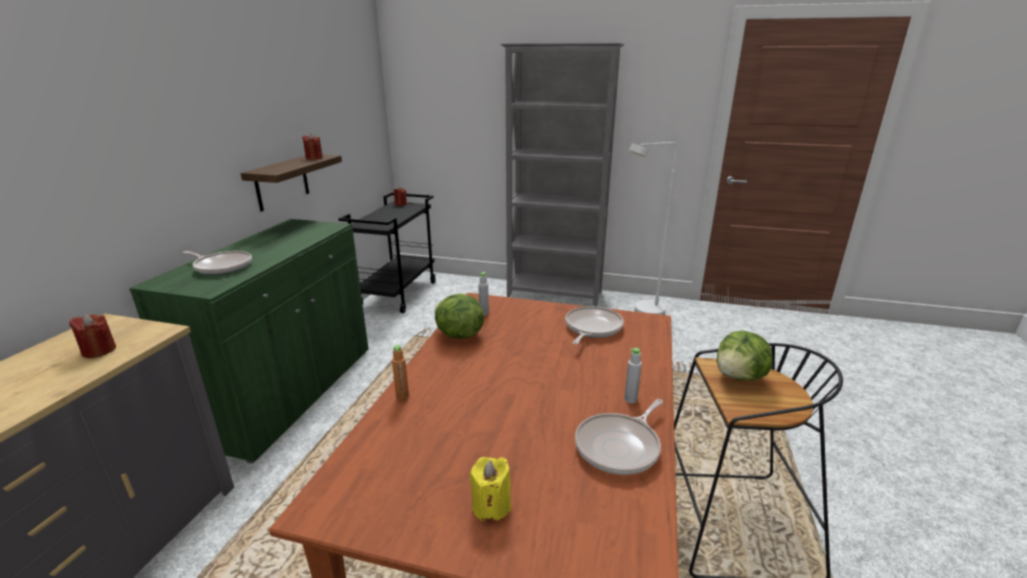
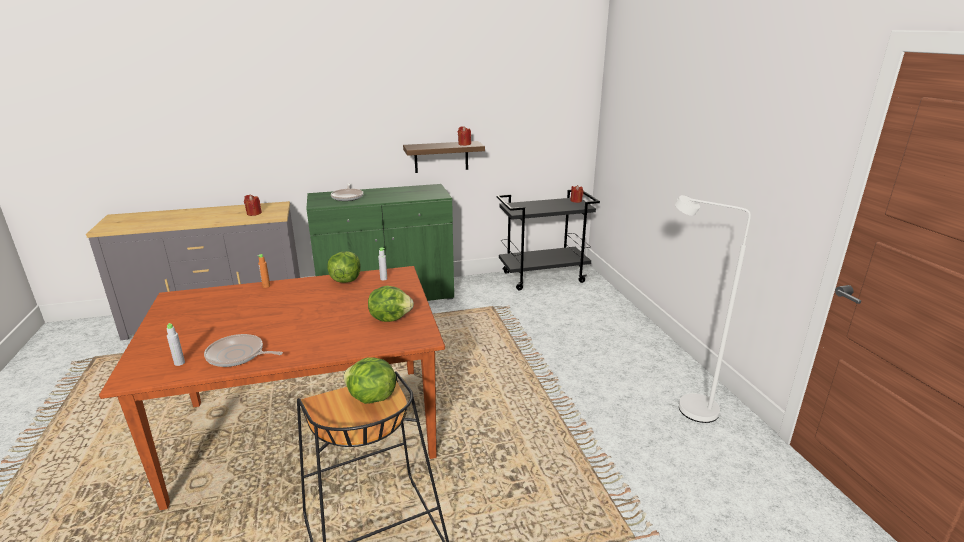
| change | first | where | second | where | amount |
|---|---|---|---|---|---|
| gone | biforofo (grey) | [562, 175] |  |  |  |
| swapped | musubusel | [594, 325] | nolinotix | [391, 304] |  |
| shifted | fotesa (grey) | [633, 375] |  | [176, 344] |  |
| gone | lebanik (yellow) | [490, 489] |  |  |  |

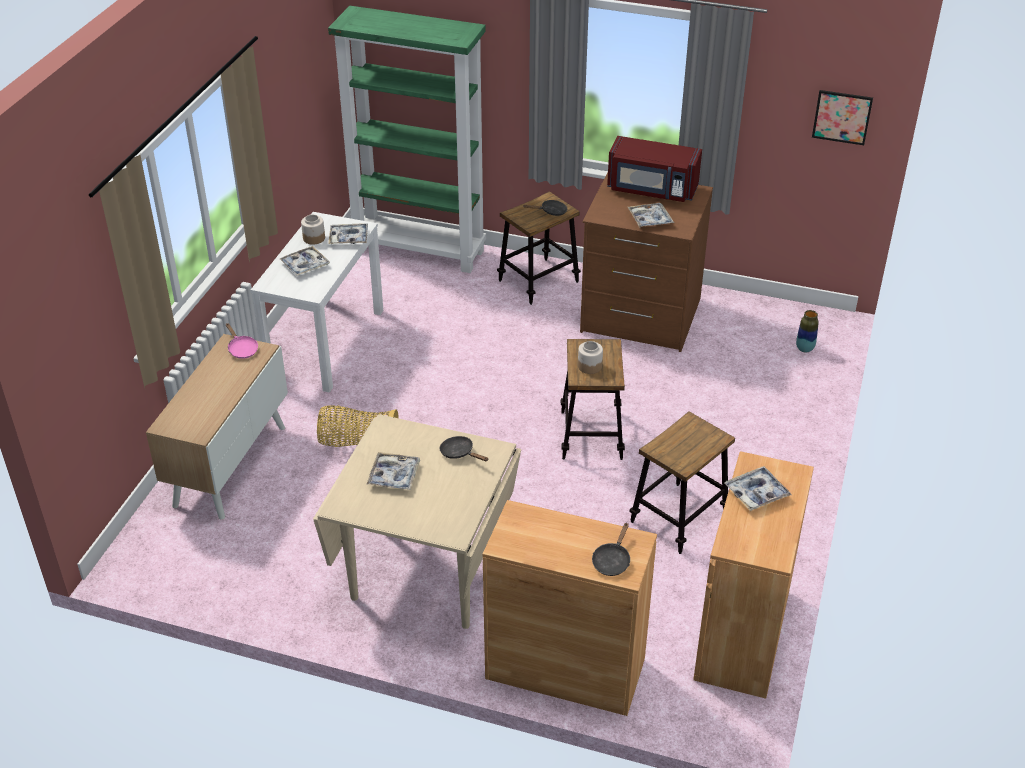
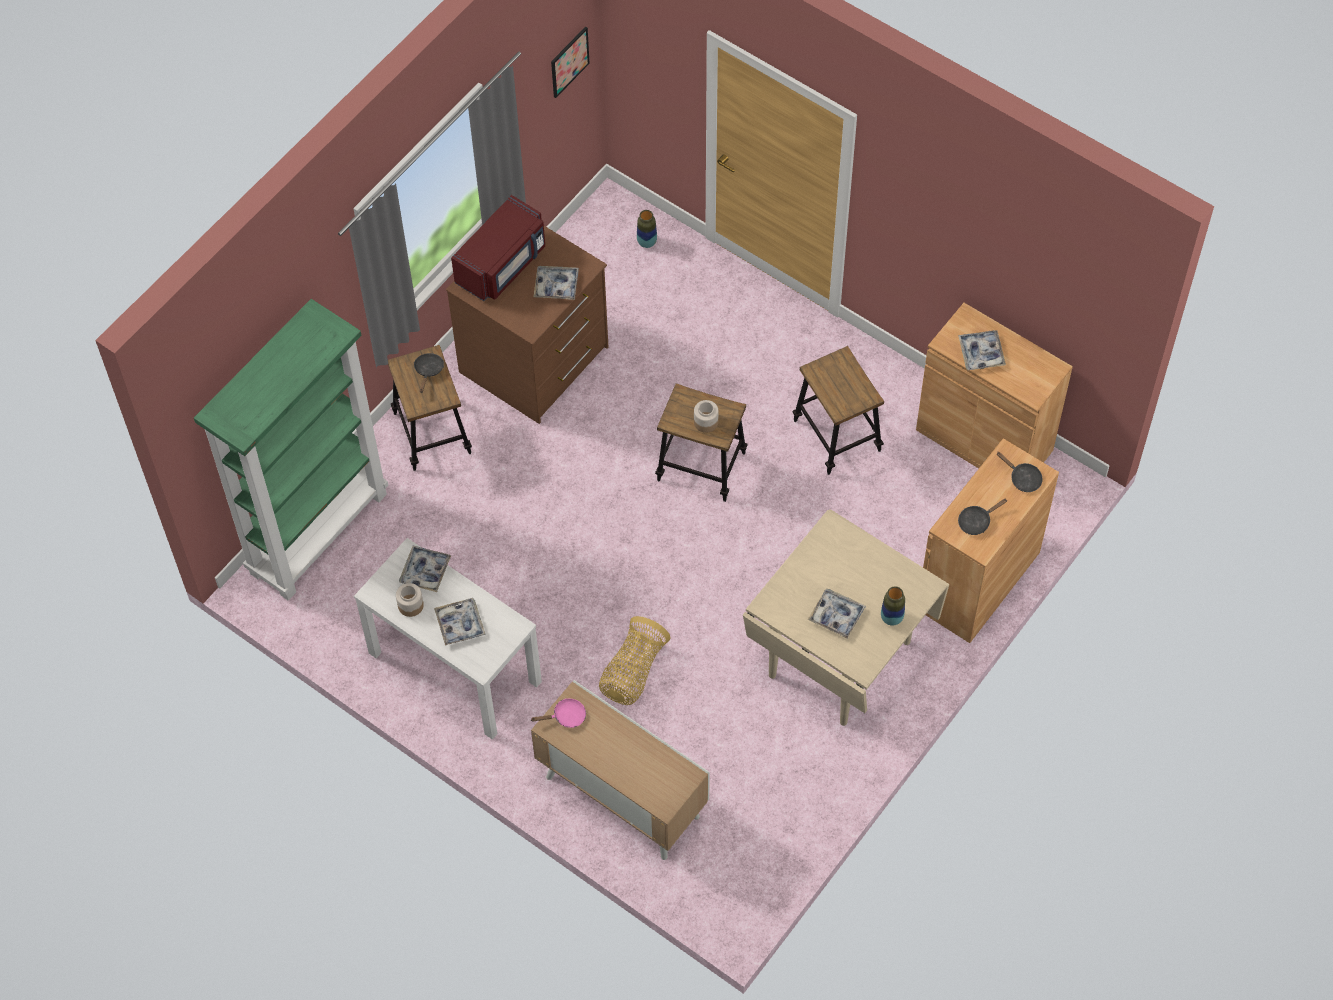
| change | first | where | second | where | amount |
|---|---|---|---|---|---|
| shifted | musubusel (black) | [464, 448] |  | [983, 517] |  |
| new |  |  | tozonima | [893, 606] |  |

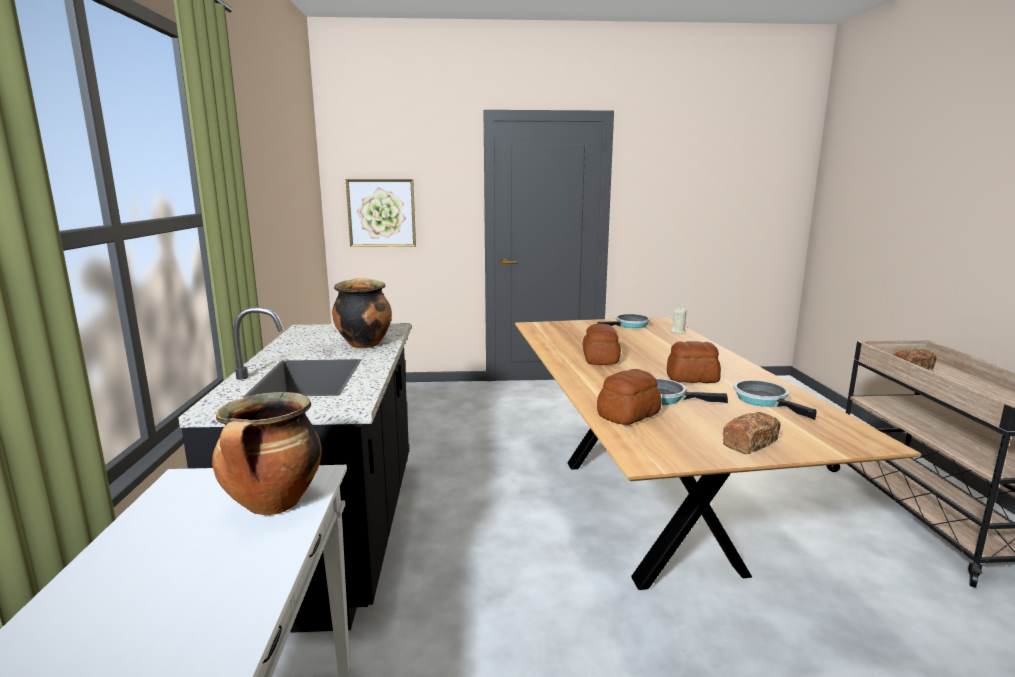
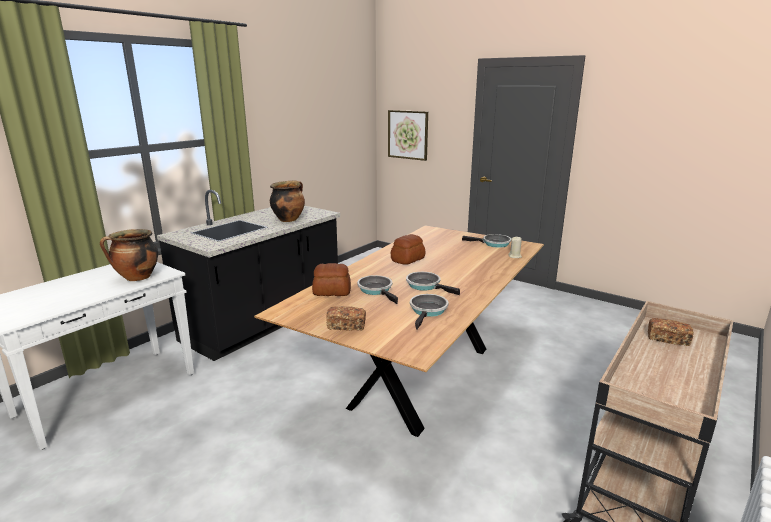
| change | first | where | second | where | amount |
|---|---|---|---|---|---|
| swapped | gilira | [694, 362] | musubusel | [433, 283] |  |

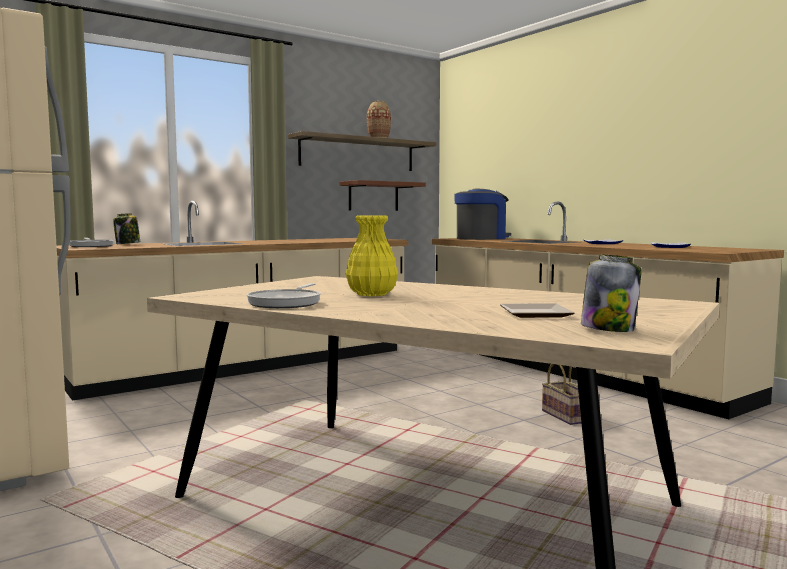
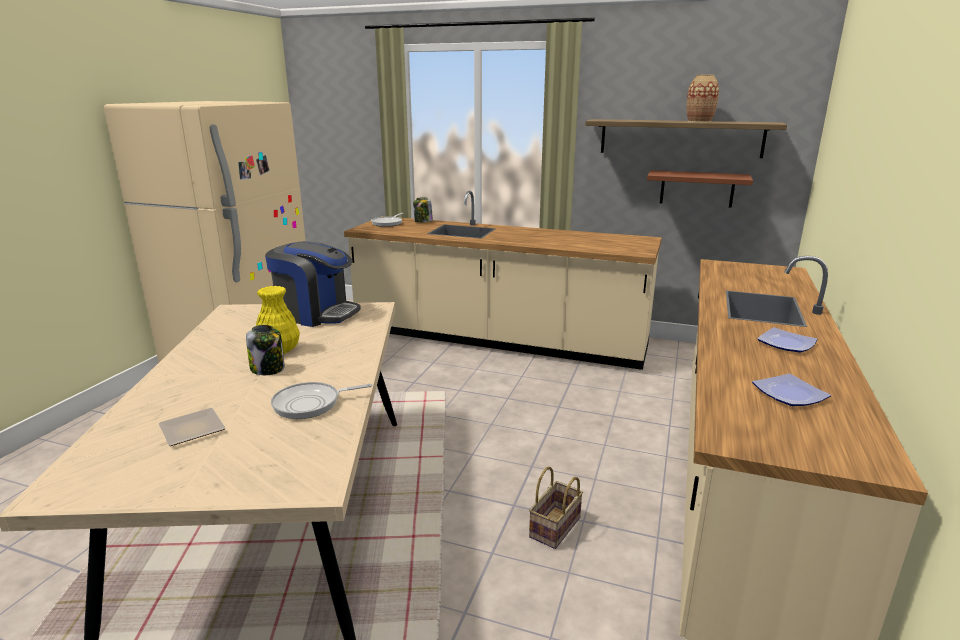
| change | first | where | second | where | amount |
|---|---|---|---|---|---|
| shifted | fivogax | [482, 214] |  | [313, 284] |  |
| shifted | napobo | [611, 293] |  | [265, 350] |  |
| shifted | musubusel | [284, 295] |  | [321, 400] |  |

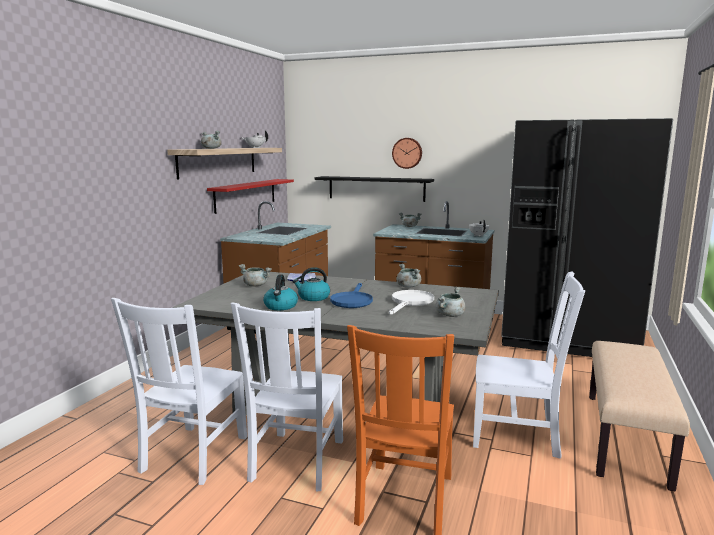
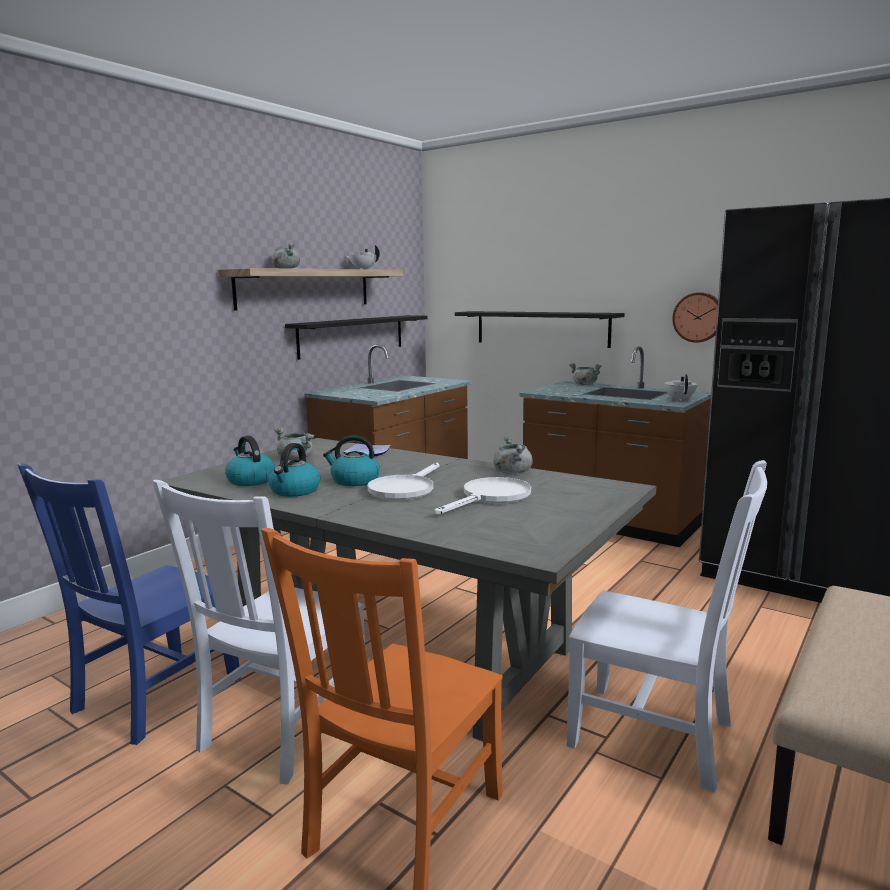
| change | first | where | second | where | amount |
|---|---|---|---|---|---|
| shifted | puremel | [407, 153] |  | [695, 317] |  |
| repainted | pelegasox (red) | [250, 196] | pelegasox (black) | [356, 337] |  |
| repainted | musubusel (blue) | [351, 295] | musubusel (white) | [403, 481] |  |
| gone | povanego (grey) | [450, 302] |  |  |  |
| repainted | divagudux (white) | [179, 391] | divagudux (blue) | [129, 604] |  |
| new |  |  | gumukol | [250, 460] |  |

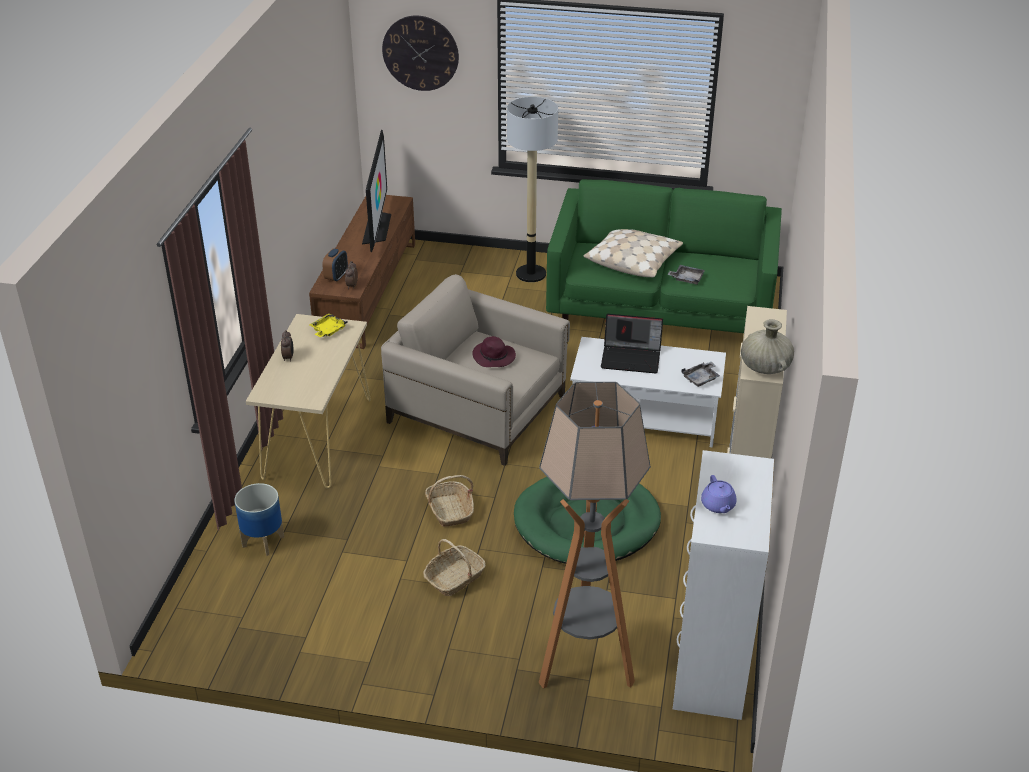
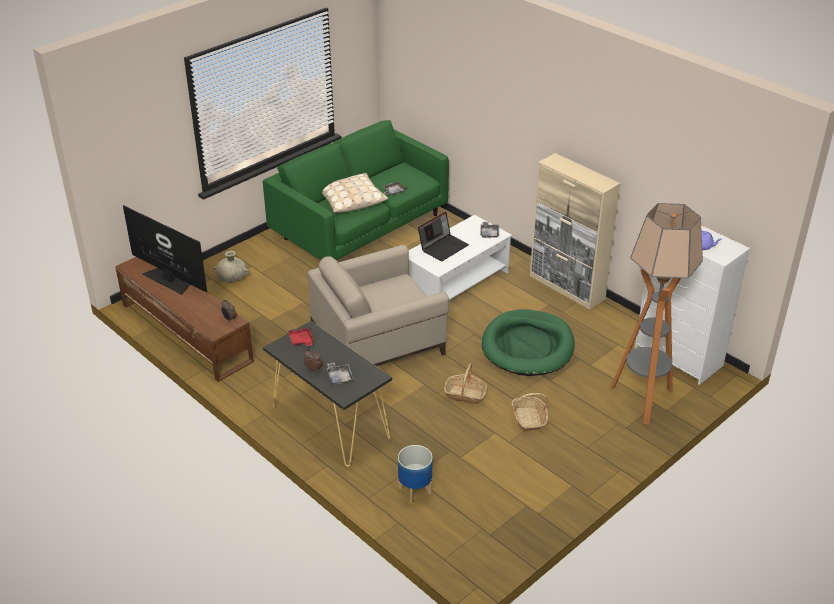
| change | first | where | second | where | amount |
|---|---|---|---|---|---|
| gone | puremel | [420, 53] |  |  |  |
| gone | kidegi | [532, 189] |  |  |  |
| gone | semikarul | [335, 265] |  |  |  |
| repainted | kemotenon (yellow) | [329, 325] | kemotenon (red) | [301, 336] |  |
| repainted | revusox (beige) | [308, 401] | revusox (black) | [327, 394] |  |
| shifted | tozonima (beige) | [767, 346] |  | [231, 267] |  |
| gone | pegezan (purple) | [494, 351] |  |  |  |
| new |  |  | kemotenon (grey) | [340, 374] |  |

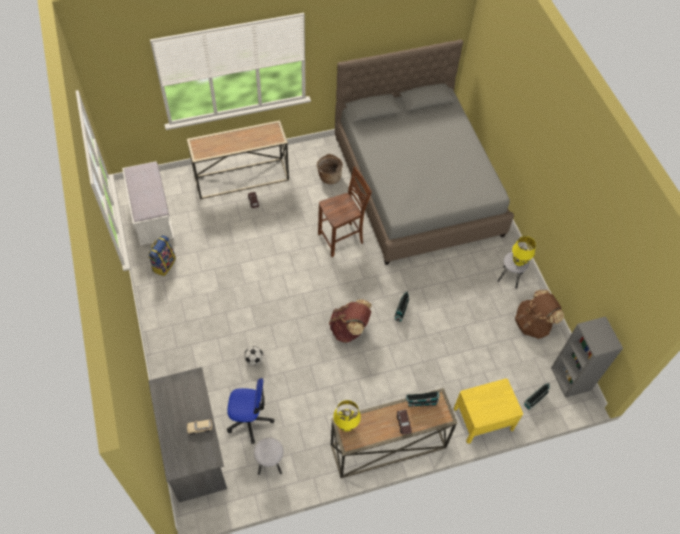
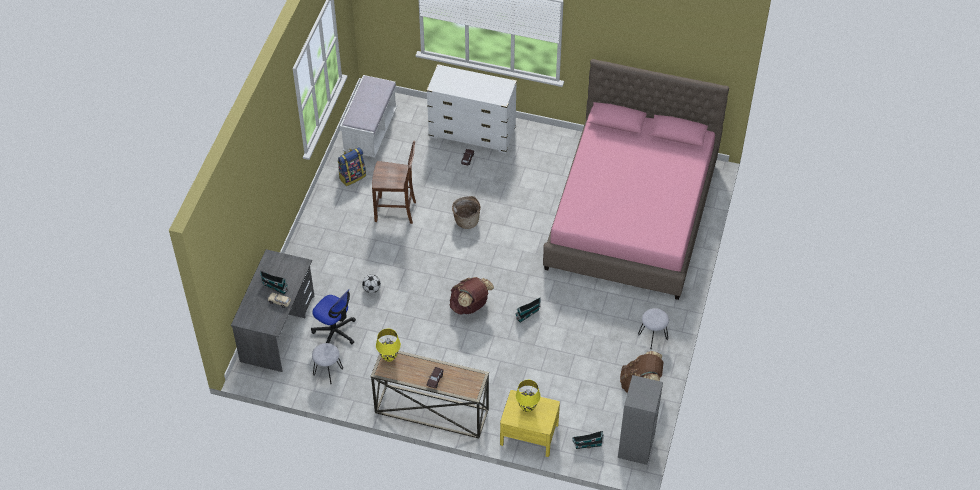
| change | first | where | second | where | amount |
|---|---|---|---|---|---|
| repainted | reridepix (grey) | [424, 152] | reridepix (pink) | [636, 179] |  |
| swapped | revusox | [238, 159] | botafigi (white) | [471, 109] |  |
| shifted | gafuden | [330, 169] |  | [466, 212] |  |
| shifted | divagudux (brown) | [345, 212] |  | [394, 182] |  |
| shifted | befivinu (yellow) | [524, 251] |  | [528, 396] |  |
| shifted | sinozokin | [422, 399] |  | [274, 282] |  |

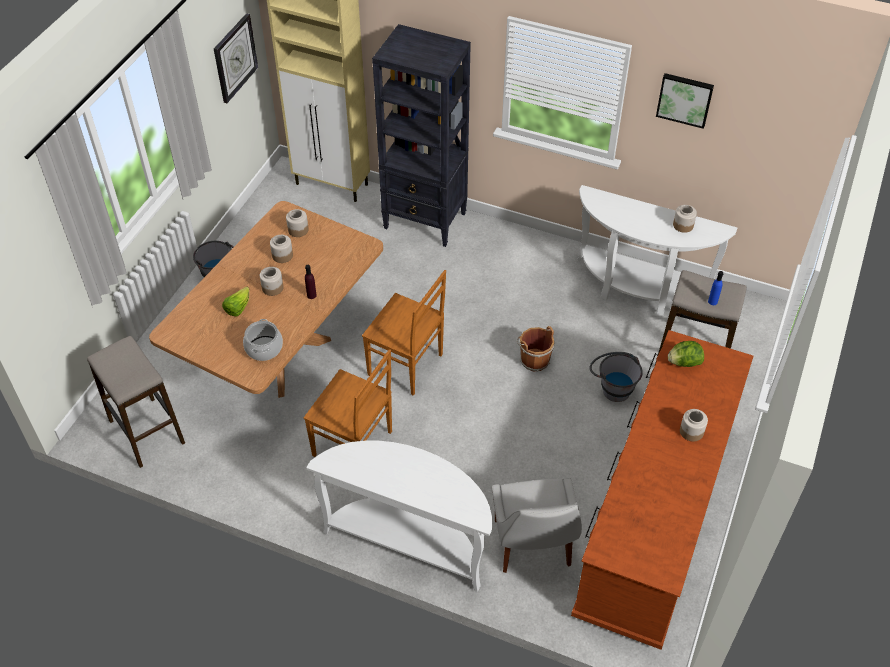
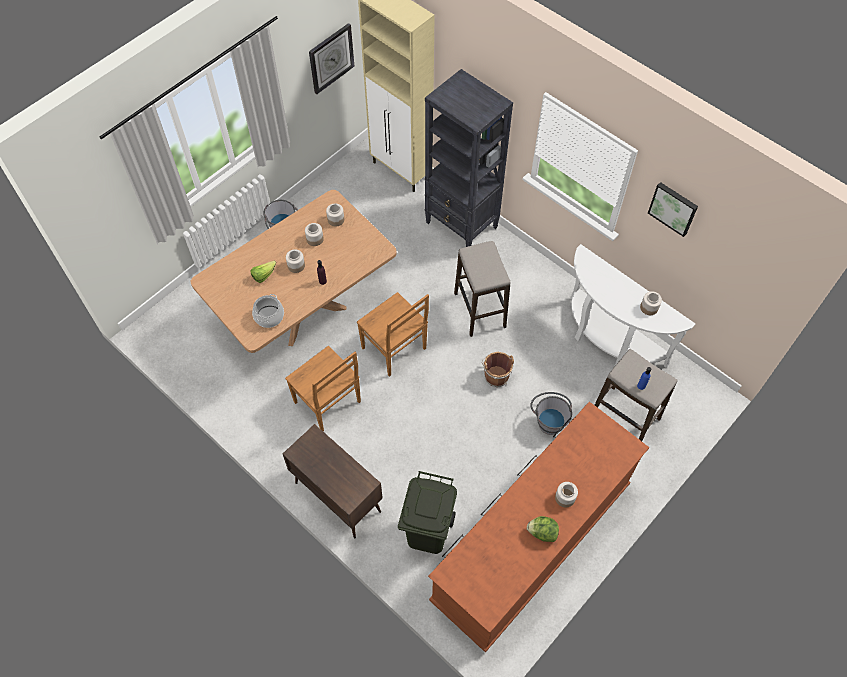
| change | first | where | second | where | amount |
|---|---|---|---|---|---|
| shifted | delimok | [136, 402] |  | [482, 289] |  |
| shifted | nolinotix | [686, 354] |  | [543, 529] |  |
| swapped | revusox (white) | [399, 516] | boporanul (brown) | [333, 481] |  |
| swapped | divagudux (white) | [537, 525] | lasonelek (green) | [427, 512] |  |

